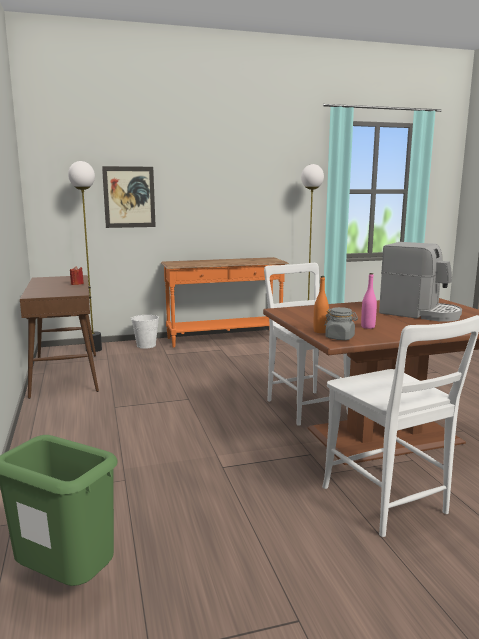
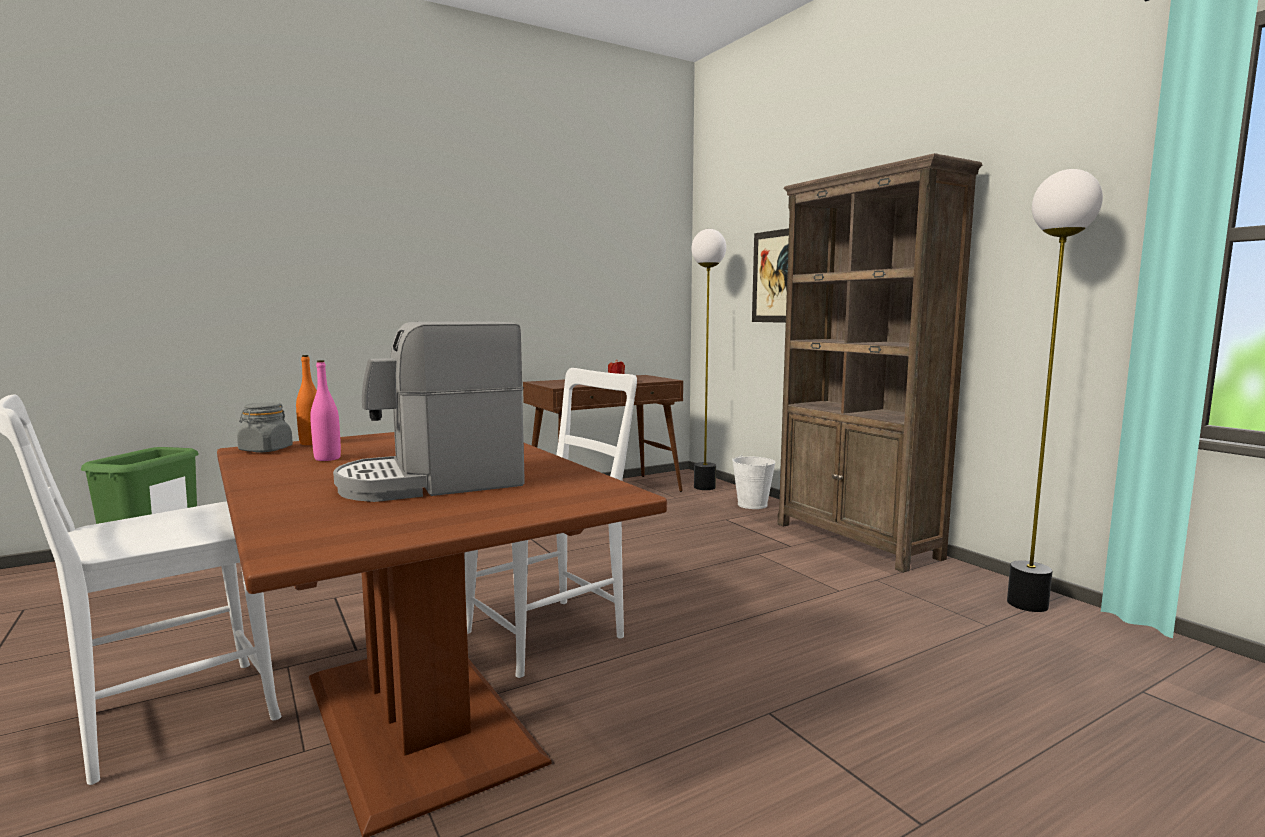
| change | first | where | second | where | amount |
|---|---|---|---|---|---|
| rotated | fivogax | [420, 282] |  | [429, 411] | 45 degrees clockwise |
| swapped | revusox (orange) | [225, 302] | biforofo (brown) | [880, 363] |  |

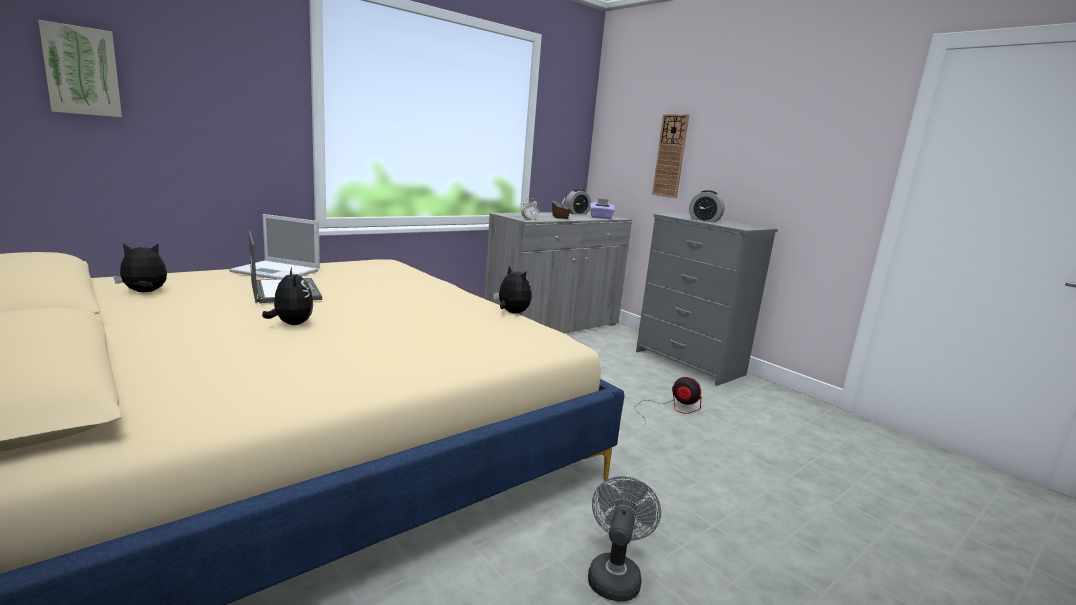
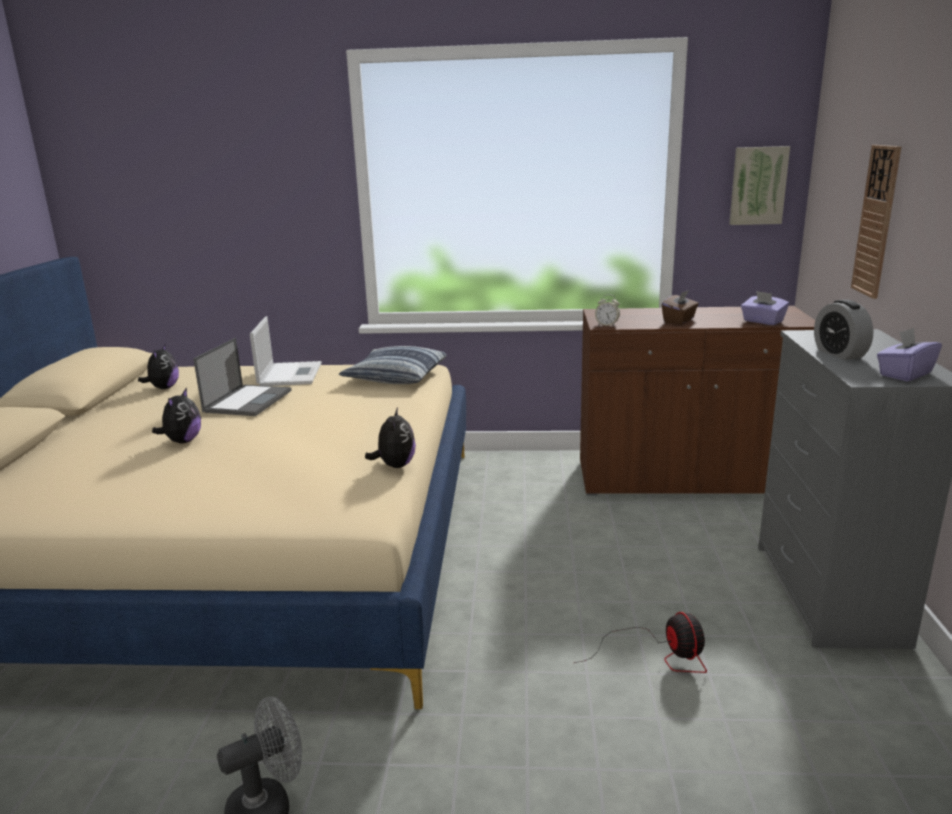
| change | first | where | second | where | amount |
|---|---|---|---|---|---|
| shifted | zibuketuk | [80, 68] |  | [759, 185] |  |
| gone | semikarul | [578, 201] |  |  |  |
| repainted | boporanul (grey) | [558, 273] | boporanul (brown) | [697, 400] |  |
| rotated | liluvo | [274, 246] |  | [286, 351] | 150 degrees counterclockwise |
| rotated | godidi | [140, 267] |  | [158, 367] | 75 degrees clockwise |
| new |  |  | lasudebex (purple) | [909, 355] |  |
| new |  |  | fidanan | [393, 365] |  |

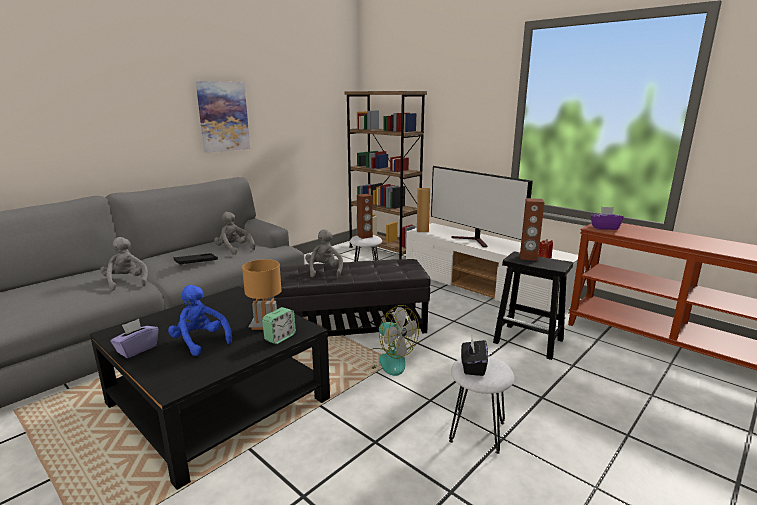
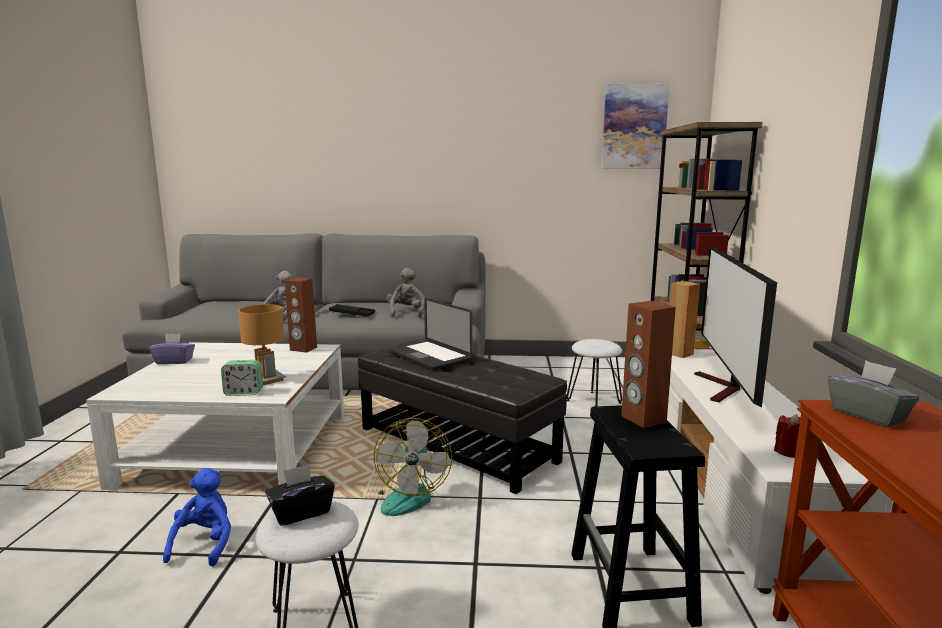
| change | first | where | second | where | amount |
|---|---|---|---|---|---|
| shifted | zibuketuk | [223, 117] |  | [636, 126] |  |
| shifted | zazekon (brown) | [365, 216] |  | [301, 315] |  |
| repainted | lasudebex (purple) | [607, 218] | lasudebex (grey) | [873, 393] |  |
| swapped | godidi (grey) | [324, 253] | liluvo | [430, 334] |  |
| shifted | godidi (blue) | [200, 320] |  | [197, 517] |  |
| repainted | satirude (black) | [210, 388] | satirude (white) | [215, 416] |  |

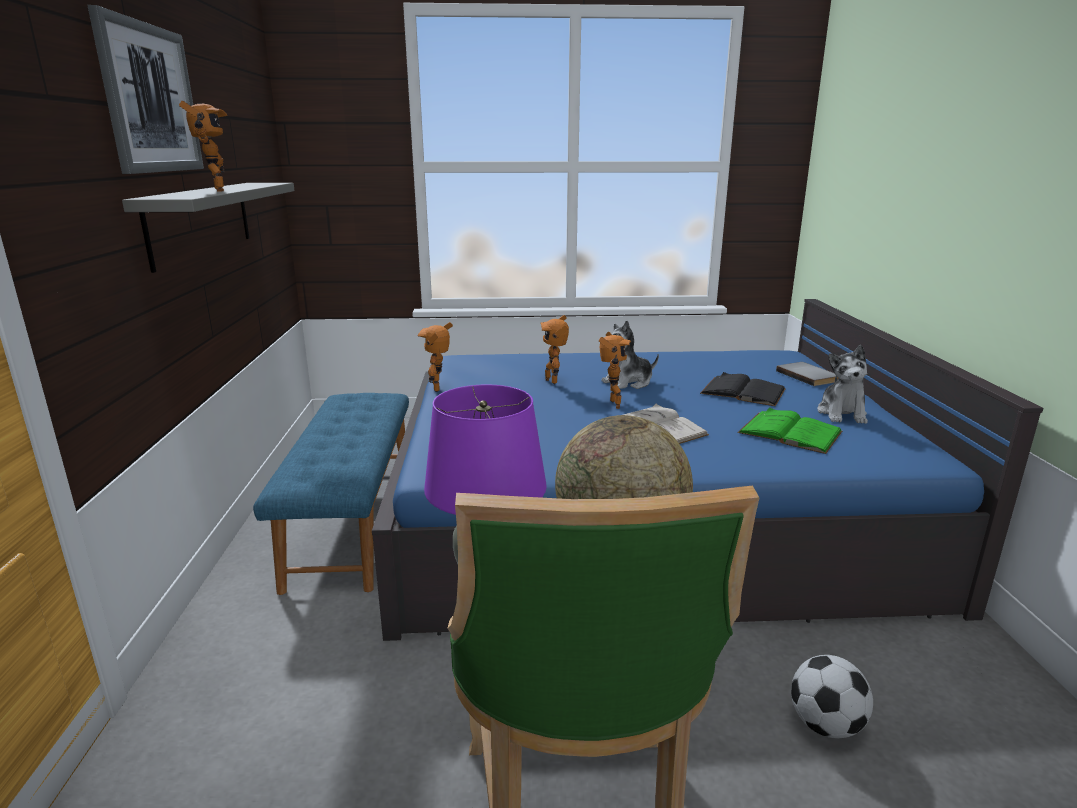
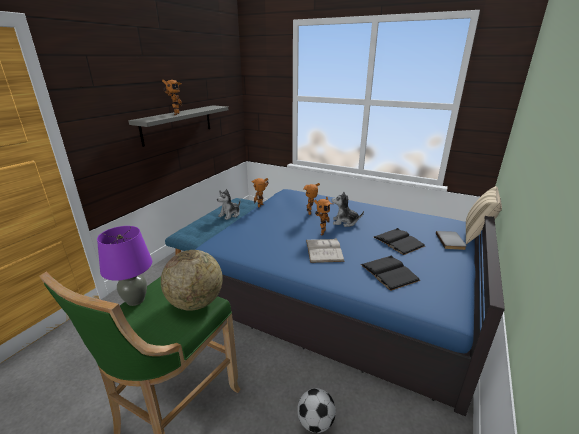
| change | first | where | second | where | amount |
|---|---|---|---|---|---|
| gone | zibuketuk | [145, 89] |  |  |  |
| shifted | godidi | [842, 384] |  | [228, 204] |  |
| repainted | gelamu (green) | [790, 430] | gelamu (black) | [390, 273] |  |
| new |  |  | fidanan (beige) | [484, 215] |  |

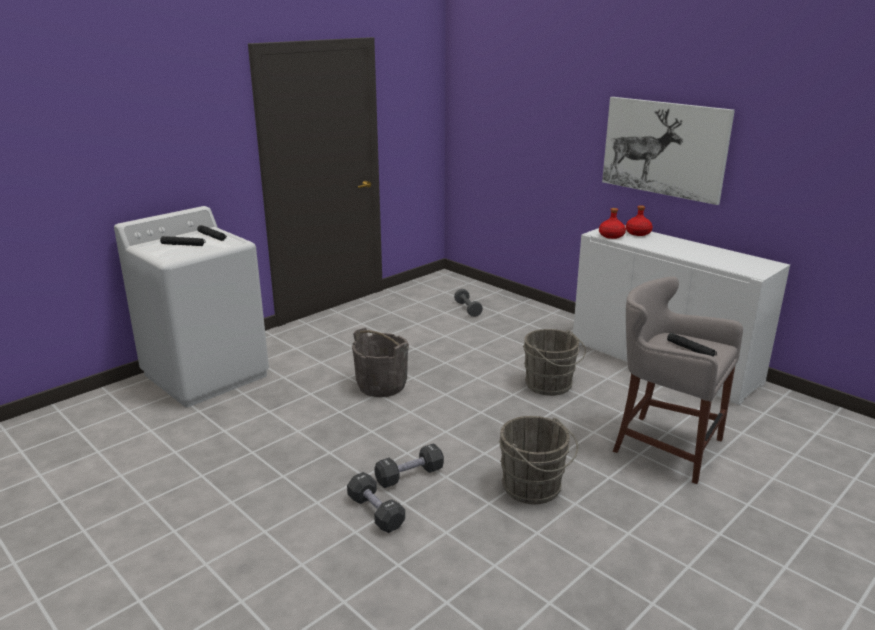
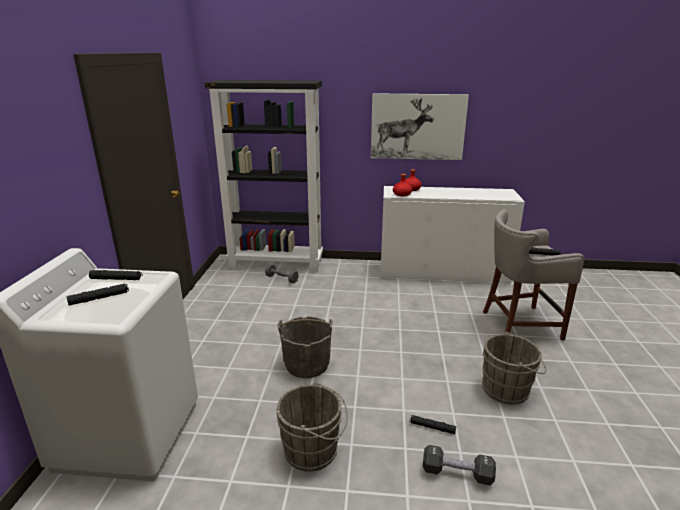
| change | first | where | second | where | amount |
|---|---|---|---|---|---|
| shifted | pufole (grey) | [554, 362] |  | [312, 427] |  |
| swapped | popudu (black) | [409, 465] | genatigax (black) | [433, 424] |  |
| new |  |  | biforofo (black) | [263, 176] |  |

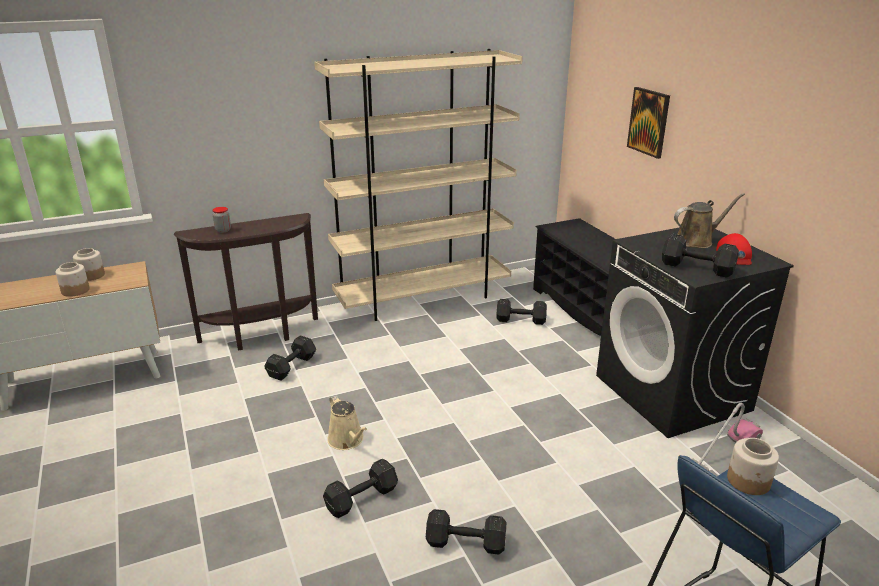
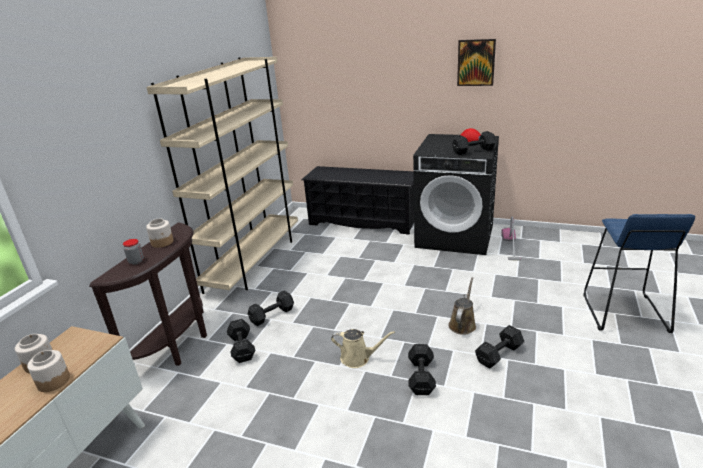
| change | first | where | second | where | amount |
|---|---|---|---|---|---|
| shifted | zibuketuk | [648, 123] |  | [476, 62] |  |
| shifted | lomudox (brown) | [709, 220] |  | [462, 306] |  |
| shifted | popudu (black) | [522, 312] |  | [271, 308] |  |
| shifted | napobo | [753, 466] |  | [159, 233] |  |

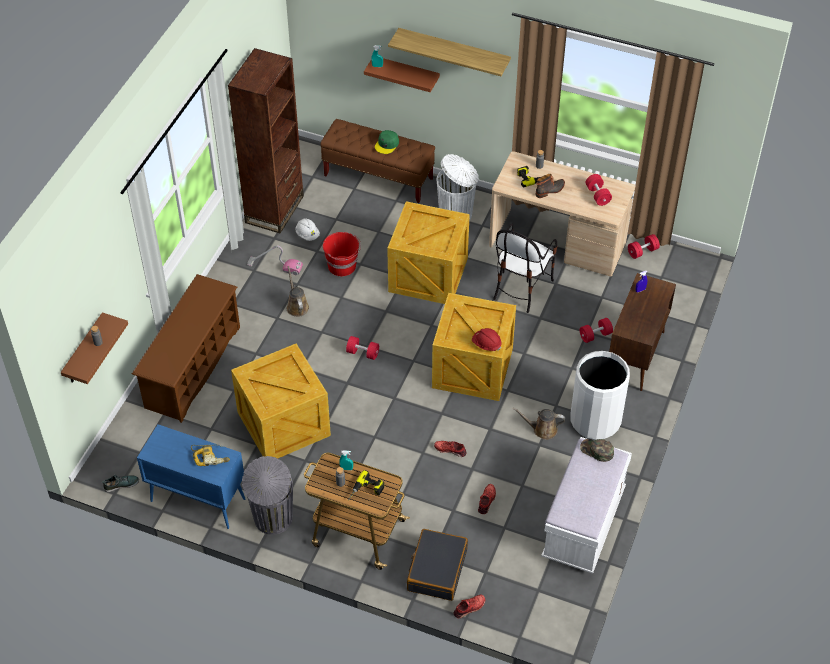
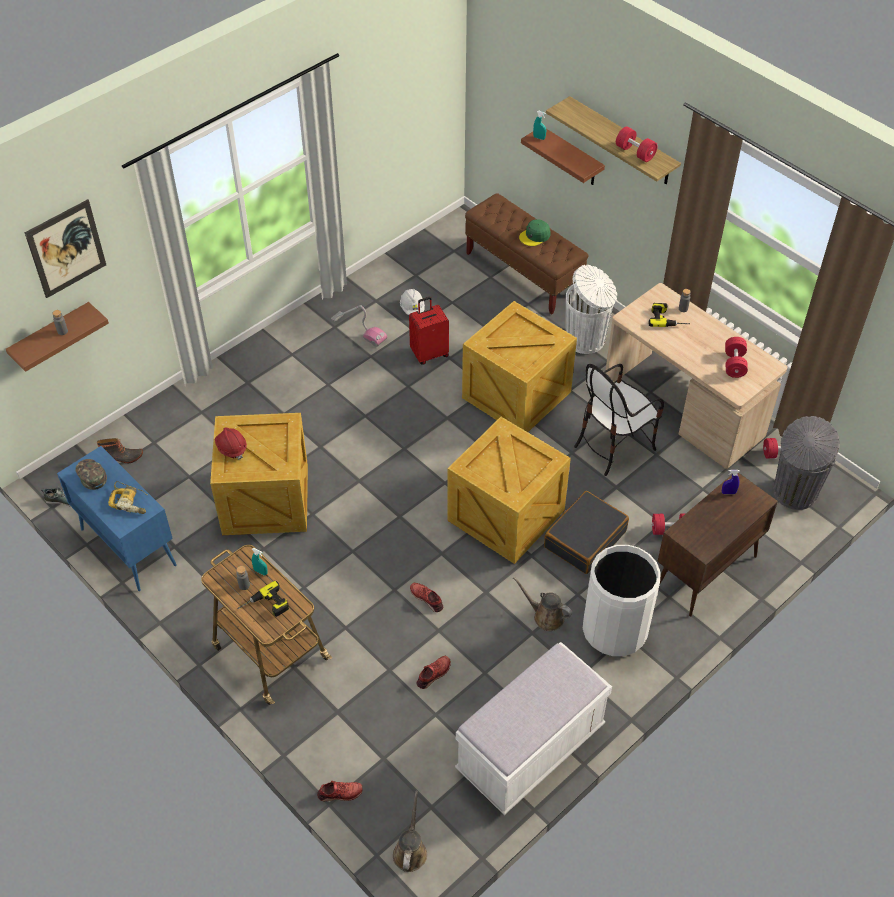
| change | first | where | second | where | amount |
|---|---|---|---|---|---|
| gone | biforofo (brown) | [266, 140] |  |  |  |
| shifted | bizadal | [550, 186] |  | [120, 450] |  |
| swapped | pufole (red) | [342, 254] | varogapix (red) | [429, 331] |  |
| shifted | lomudox (brown) | [298, 291] |  | [410, 831] |  |
| gone | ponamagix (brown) | [186, 348] |  |  |  |
| shifted | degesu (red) | [487, 339] |  | [231, 443] |  |
| shifted | popudu (red) | [362, 348] |  | [637, 144] |  |
| shifted | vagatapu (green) | [597, 450] |  | [91, 474] |  |
| shifted | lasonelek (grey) | [267, 495] |  | [806, 463] |  |
| shifted | varogapix (black) | [437, 565] |  | [586, 532] |  |
| new |  |  | zibuketuk | [65, 248] |  |

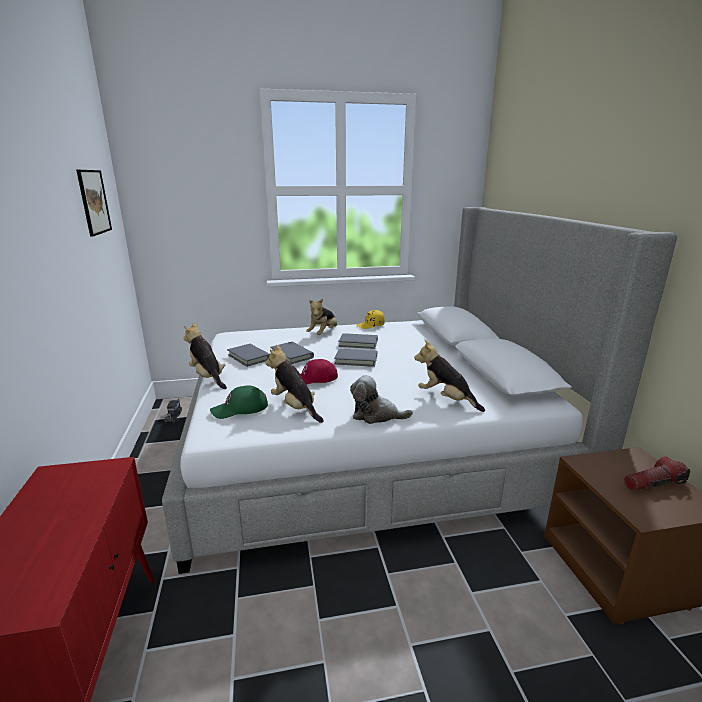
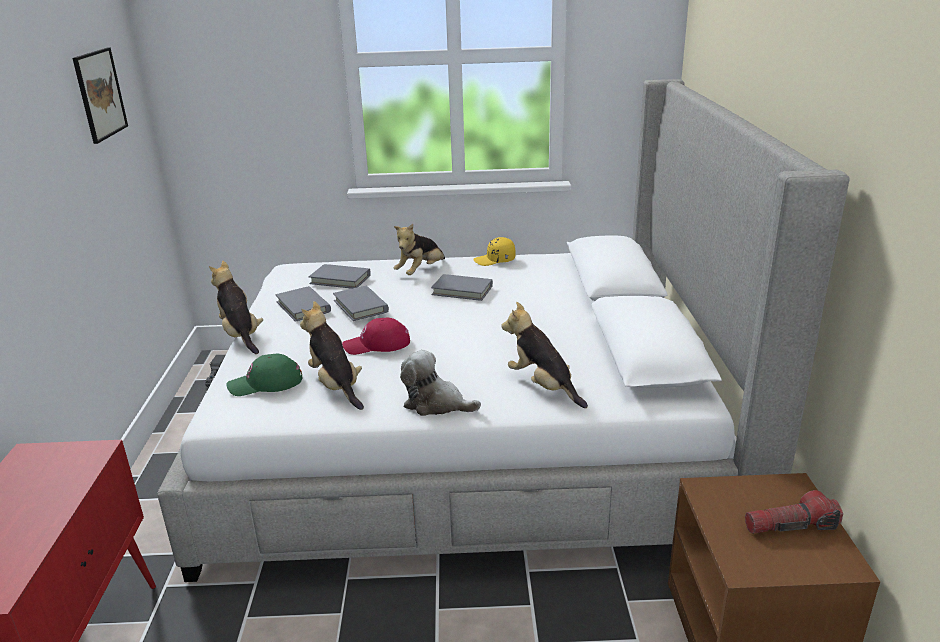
| change | first | where | second | where | amount |
|---|---|---|---|---|---|
| shifted | gelamu (grey) | [355, 358] |  | [340, 276] |  |

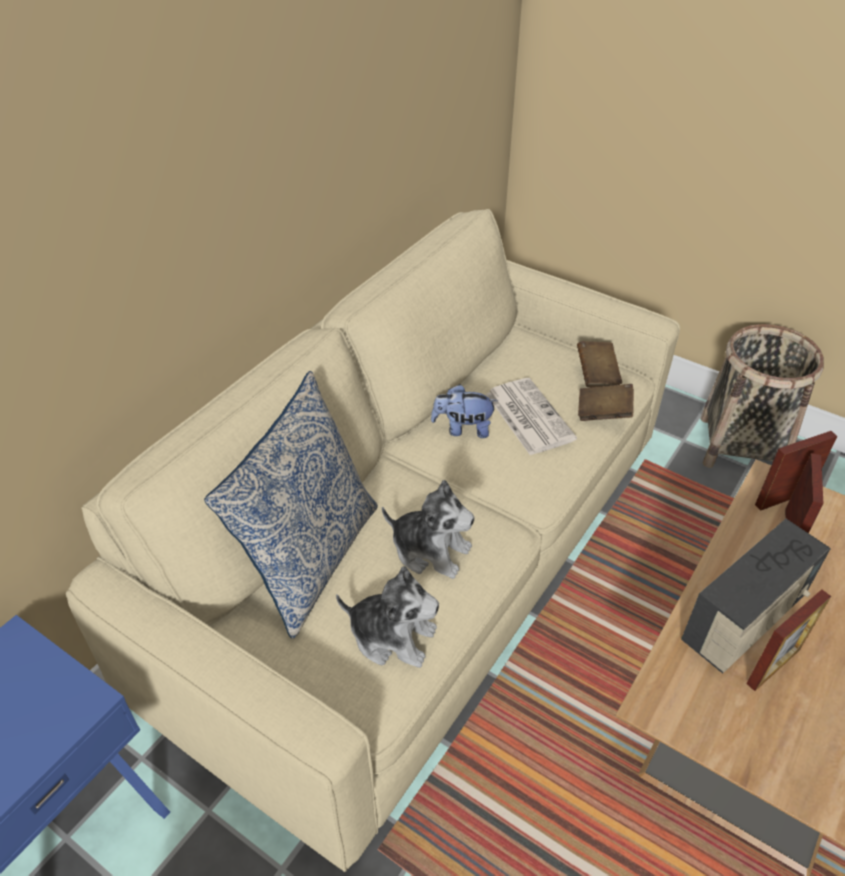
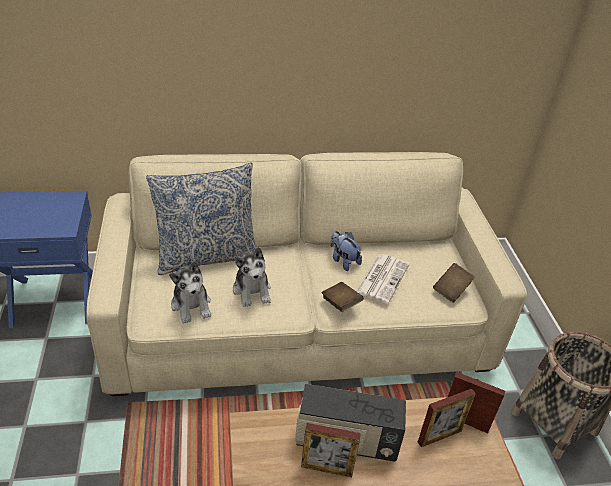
| change | first | where | second | where | amount |
|---|---|---|---|---|---|
| shifted | gelamu (brown) | [606, 402] |  | [342, 297] |  |

